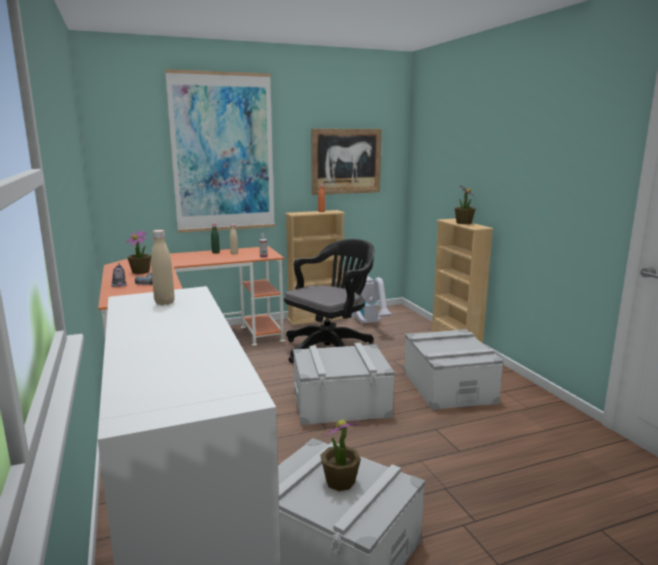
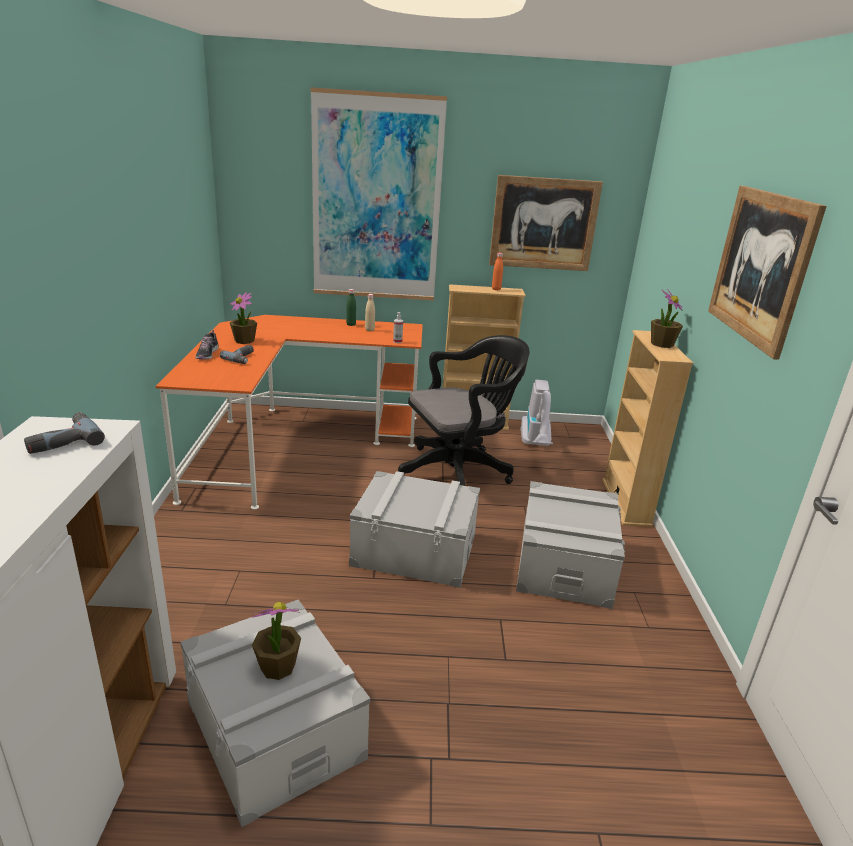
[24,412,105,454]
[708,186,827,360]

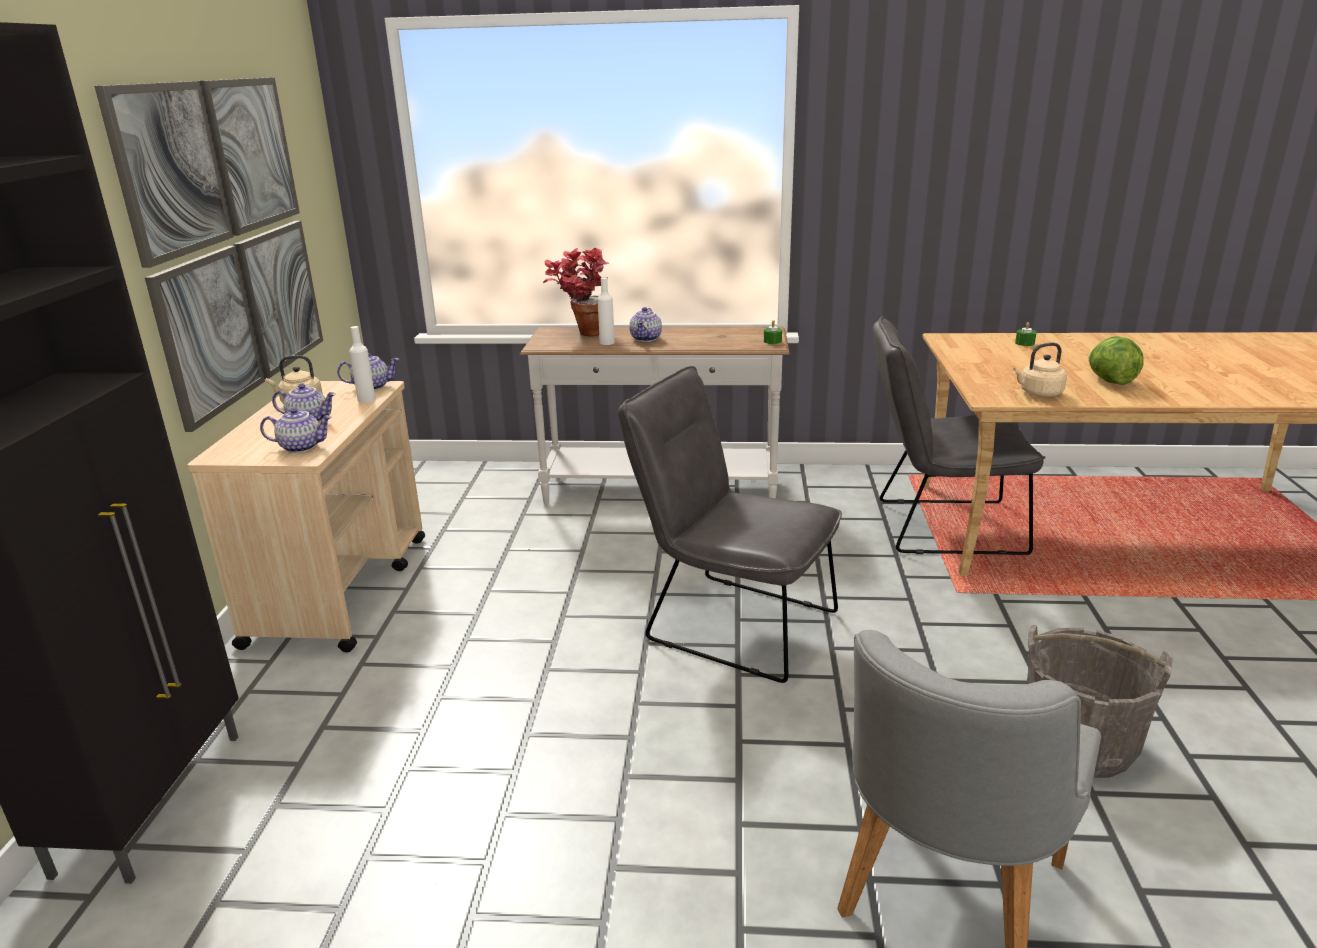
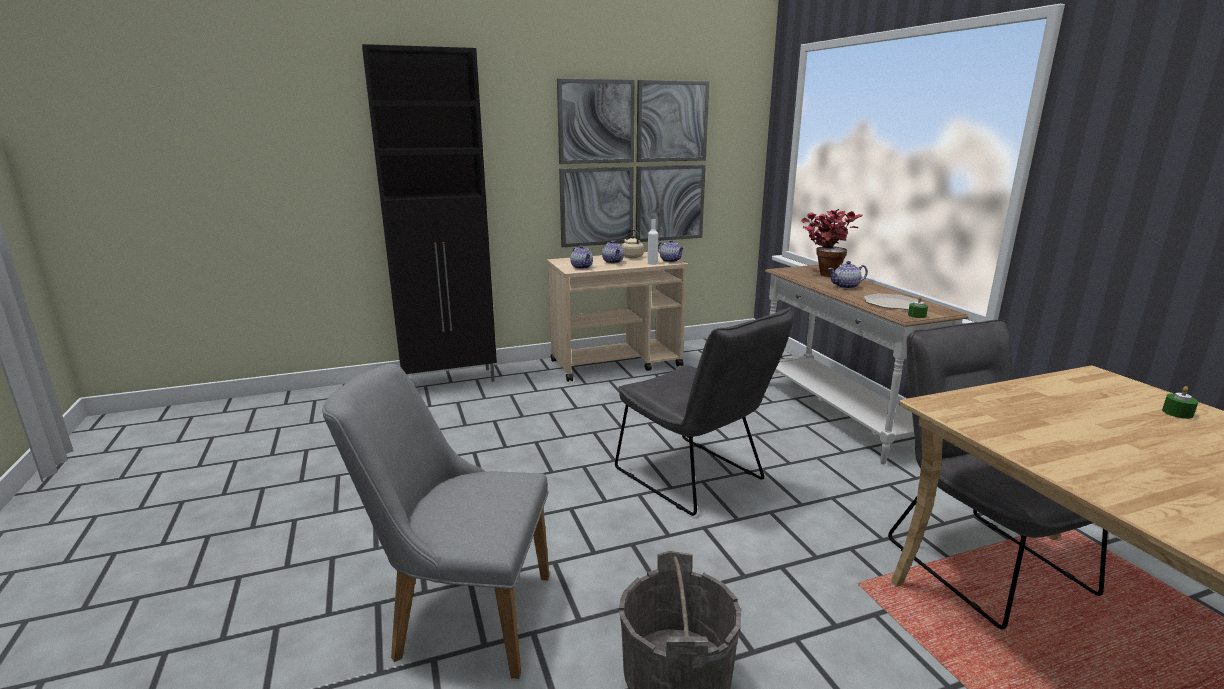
[615,307,794,516]
[864,294,918,310]
[597,277,615,345] (first image)
[1013,343,1067,397] (first image)
[1088,336,1144,385] (first image)

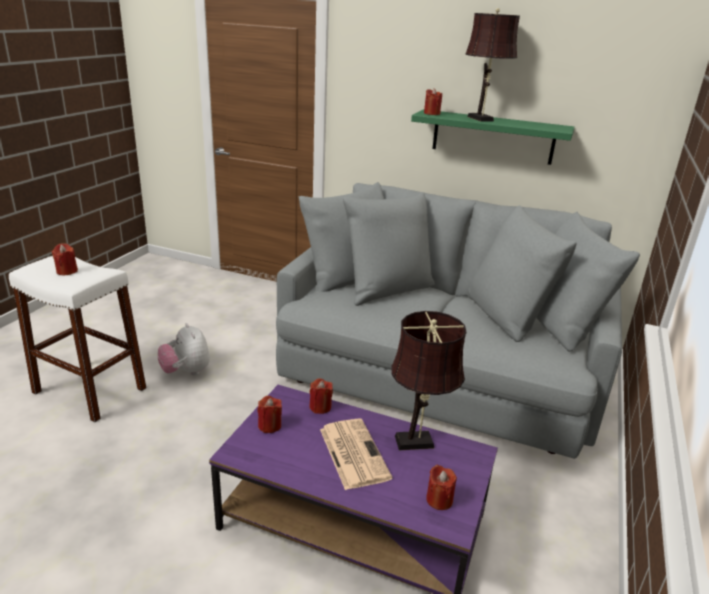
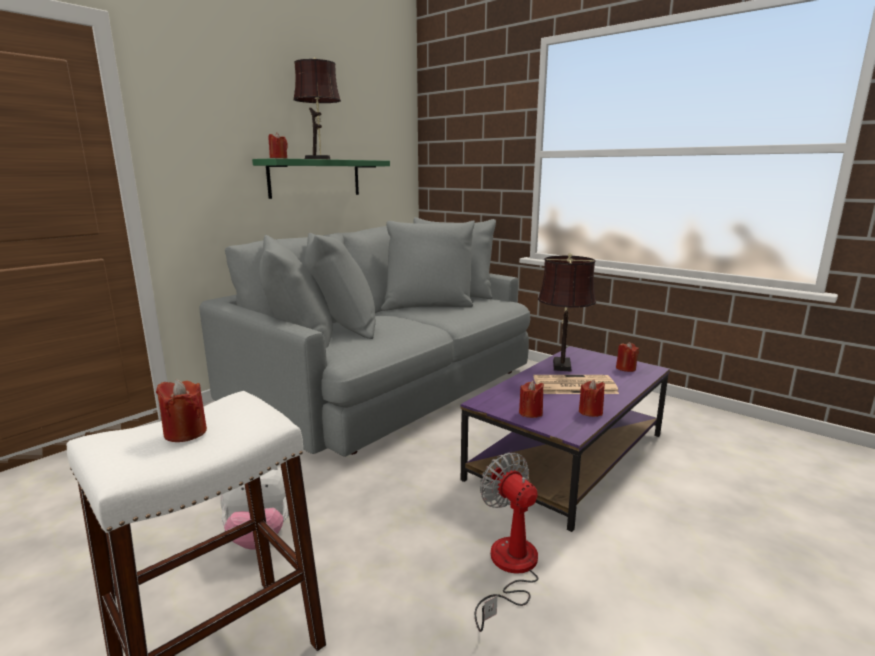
[475,453,538,632]
[579,380,605,417]

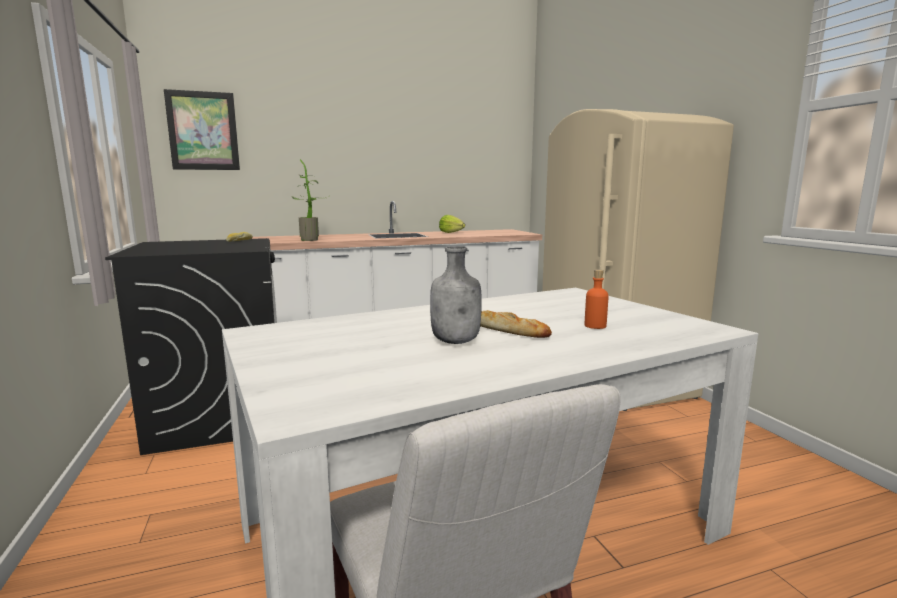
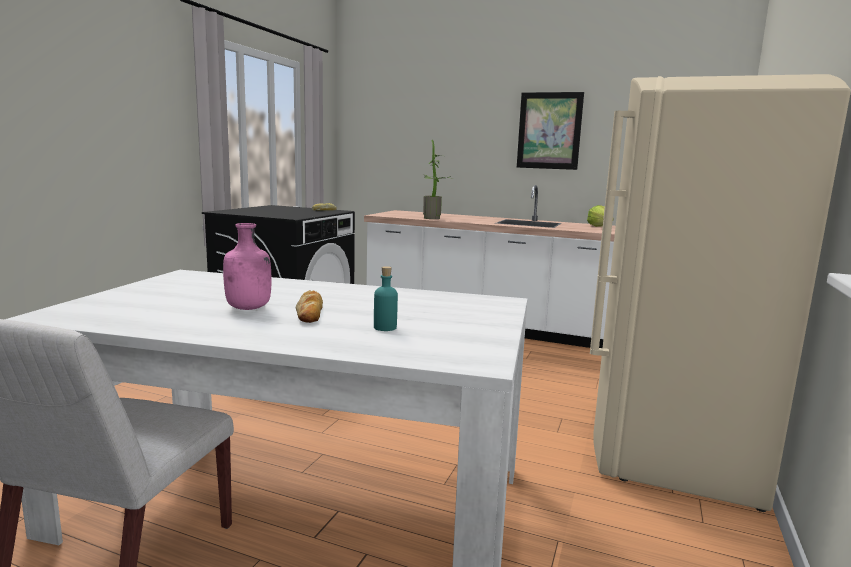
[223,223,271,310]
[374,266,398,331]
[517,92,584,170]

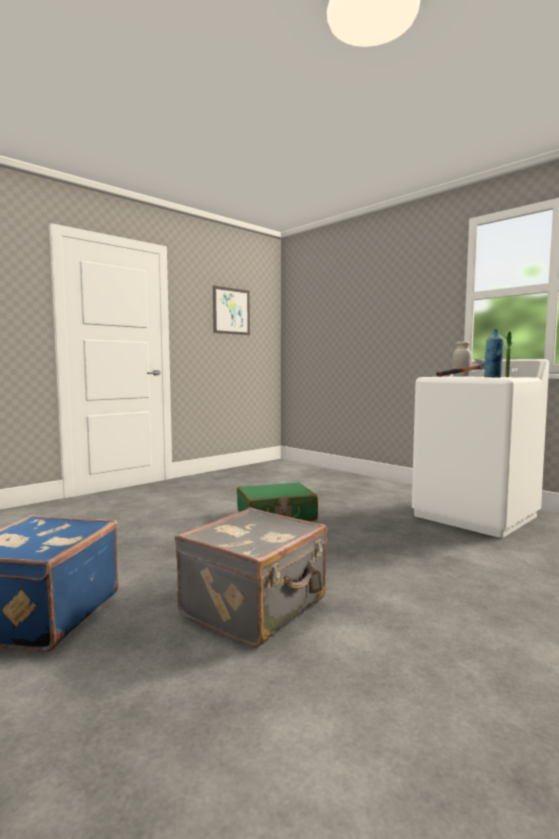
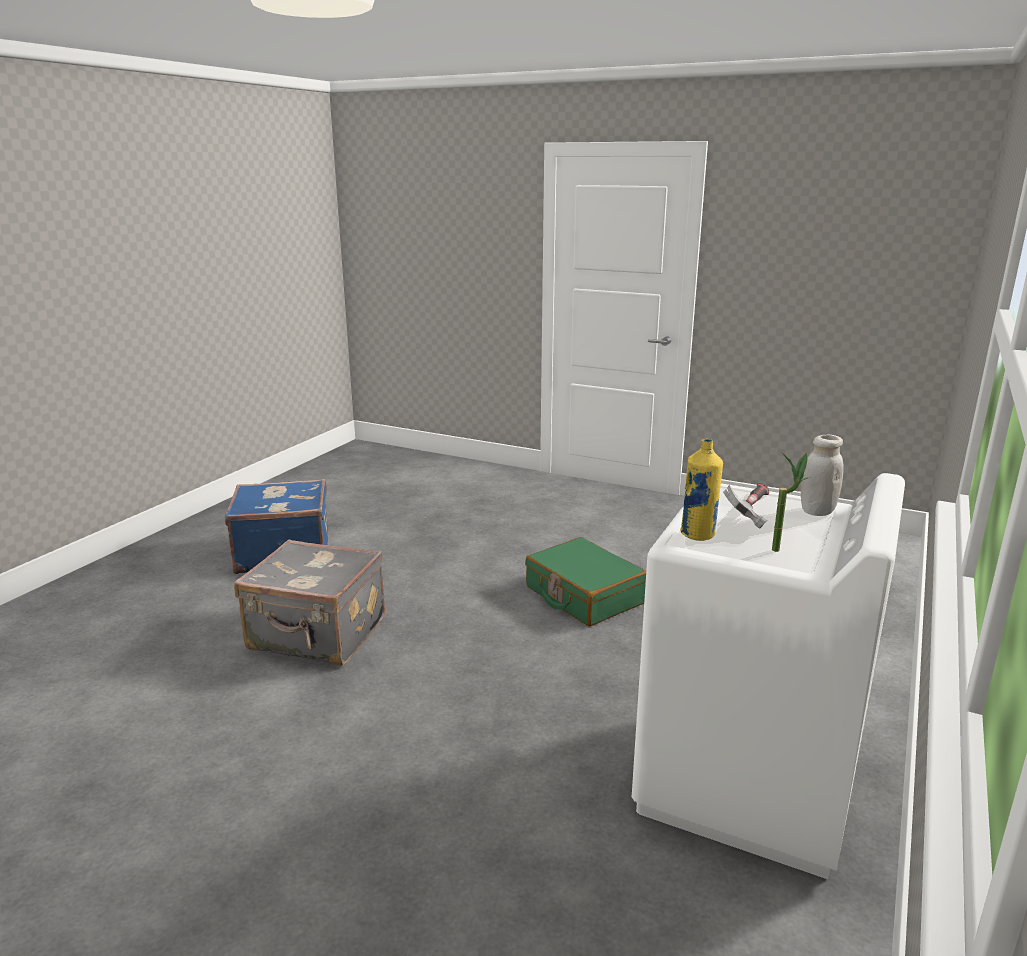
[680,439,723,541]
[213,285,250,335] (first image)

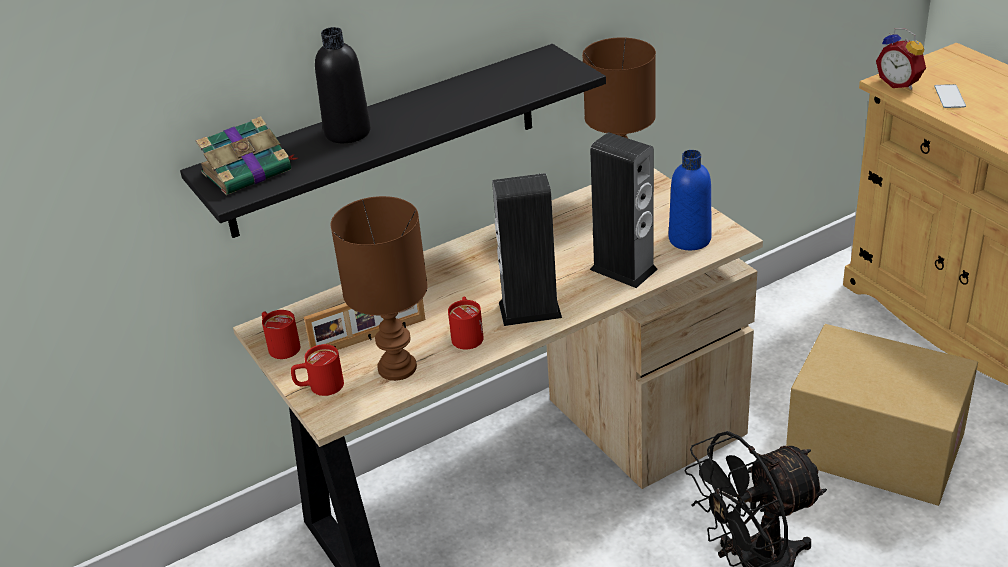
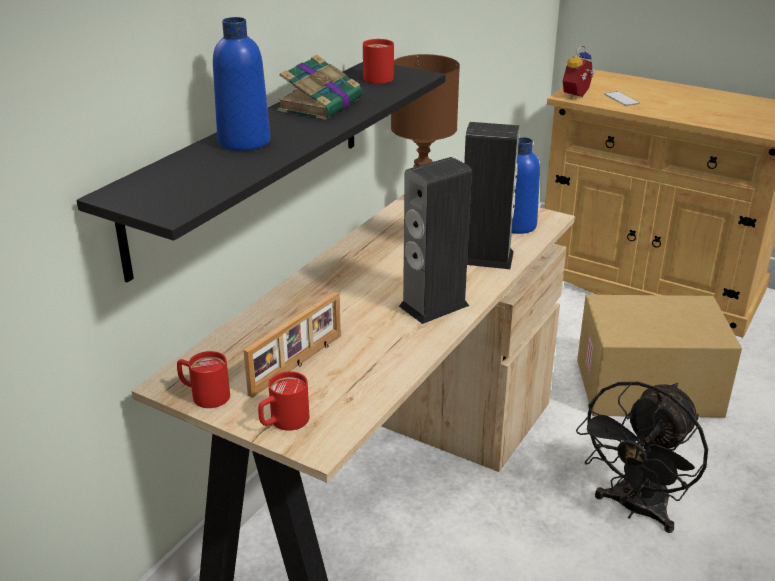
[213,17,270,151]
[277,55,362,120]
[363,39,394,84]
[563,46,596,99]
[330,196,428,381] (first image)

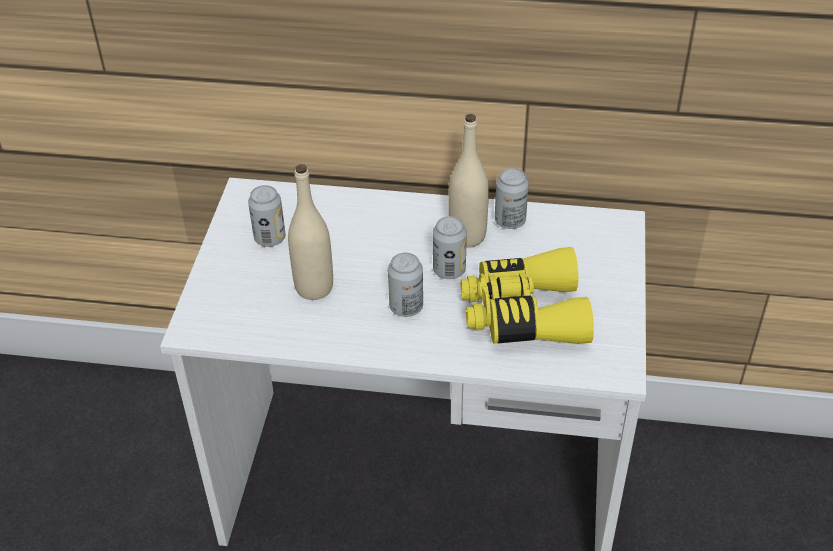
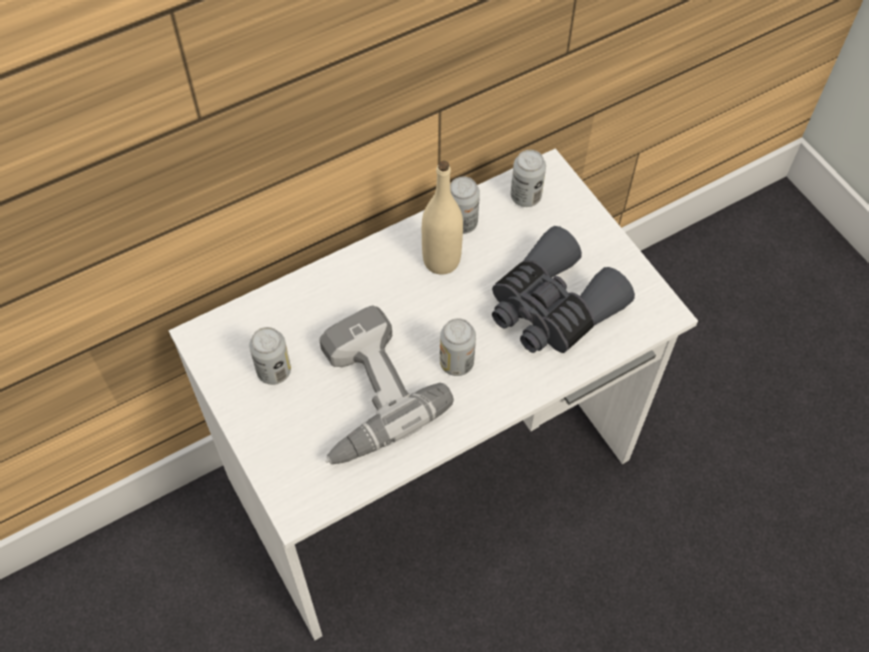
[320,305,454,464]
[492,226,635,353]
[511,150,546,207]

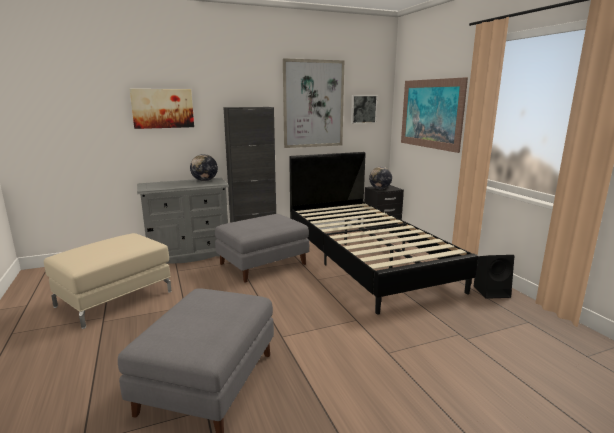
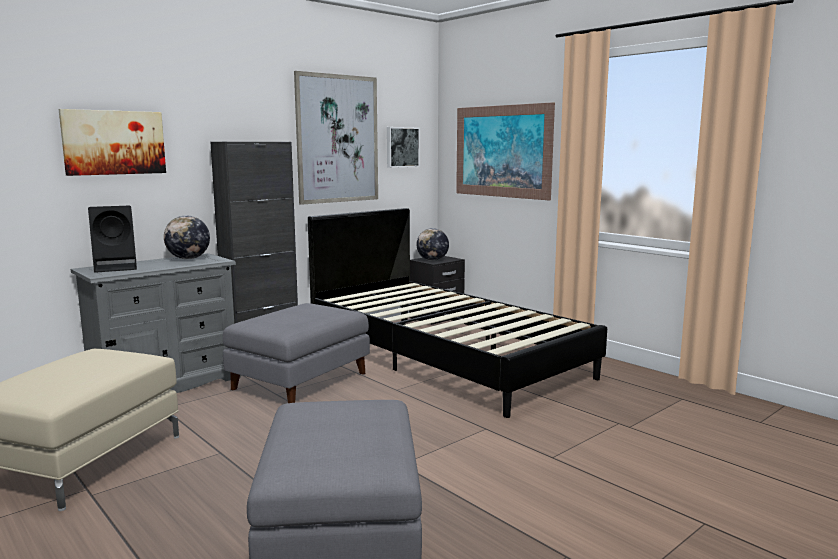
[88,206,137,273]

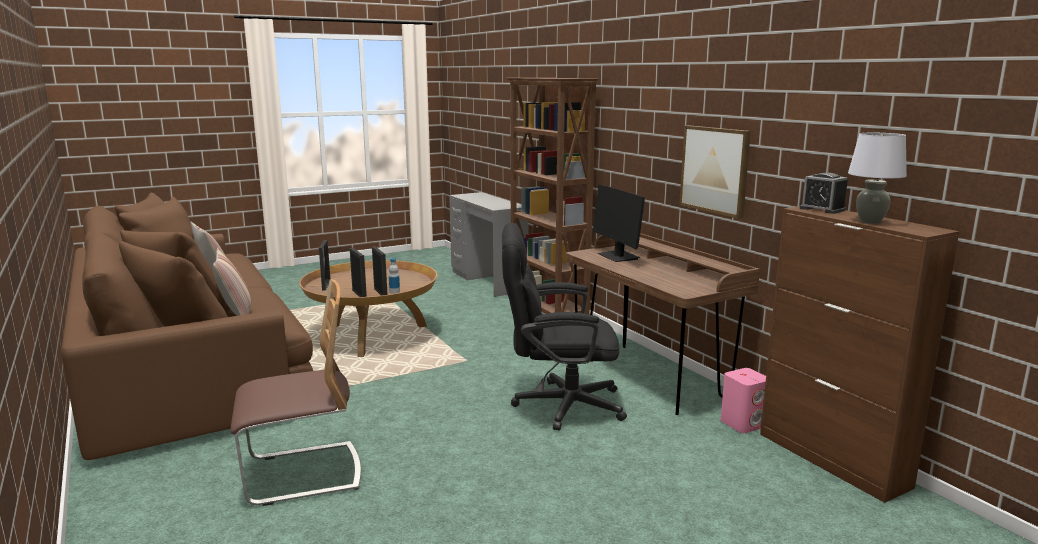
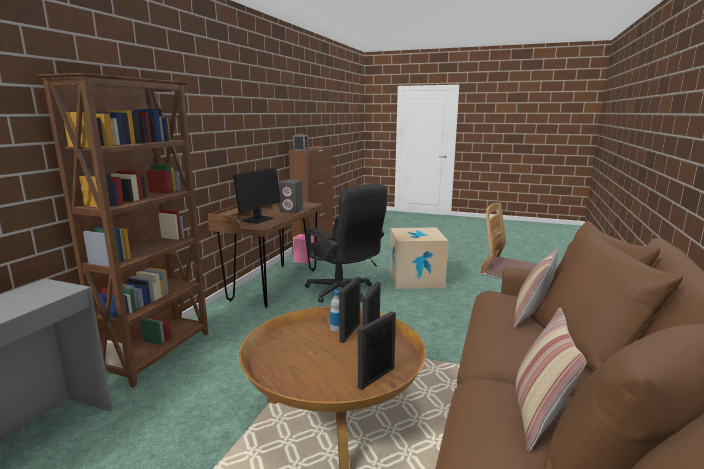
[278,180,303,213]
[390,227,448,289]
[679,125,751,219] (first image)
[848,133,907,224] (first image)

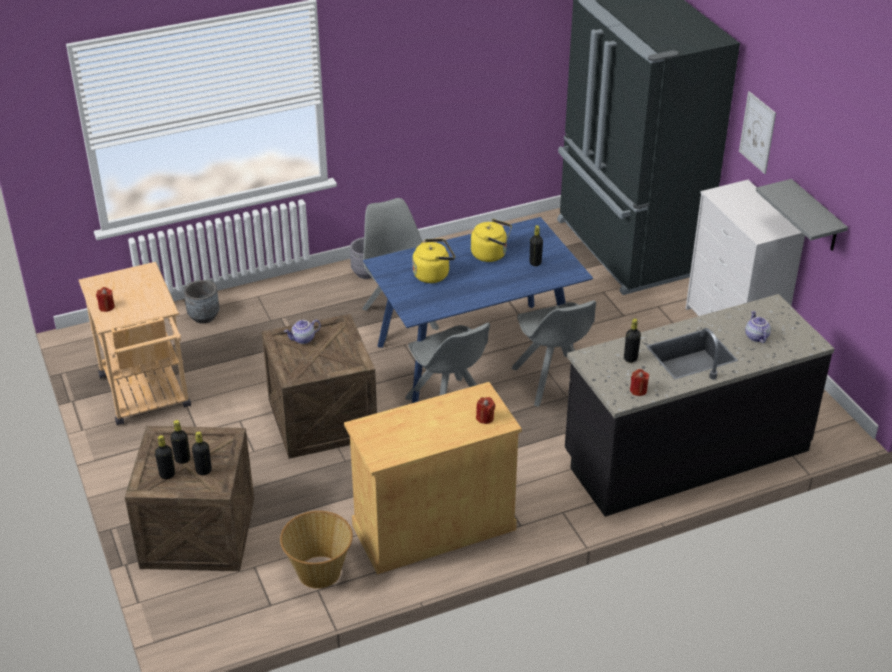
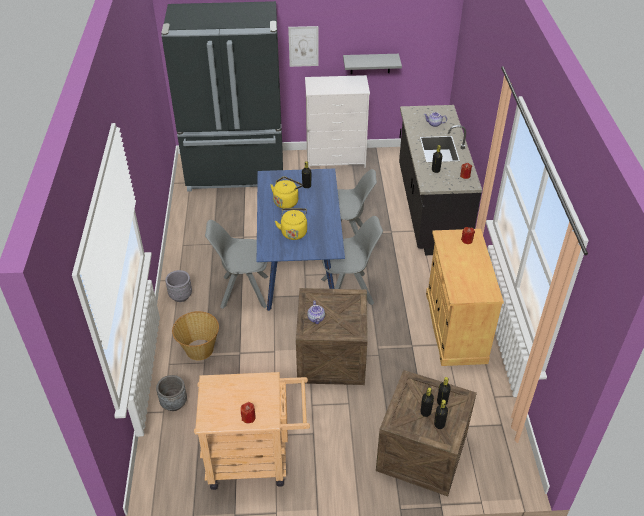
[172,311,219,360]

